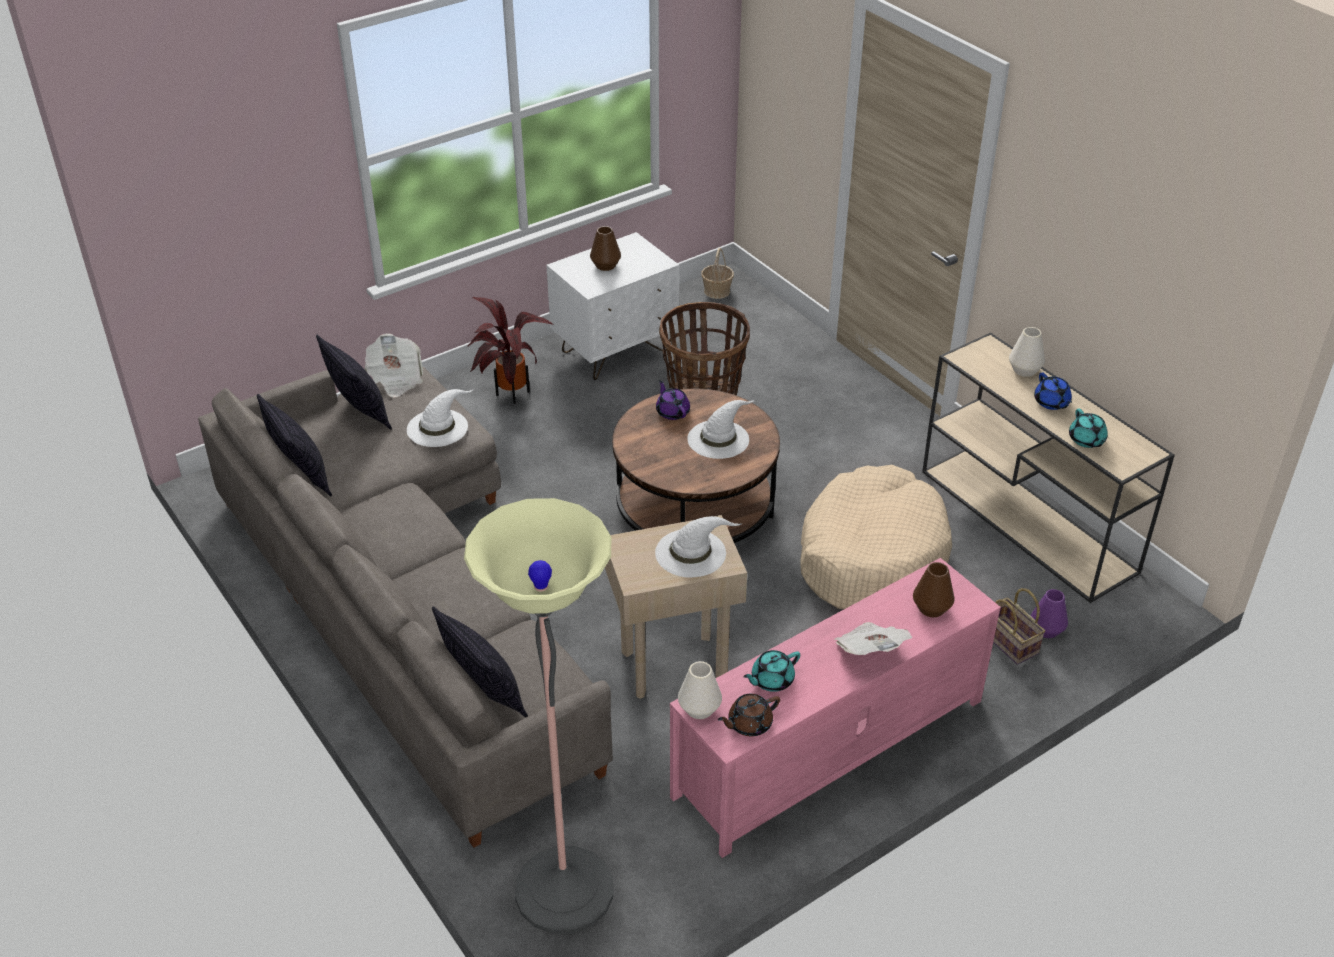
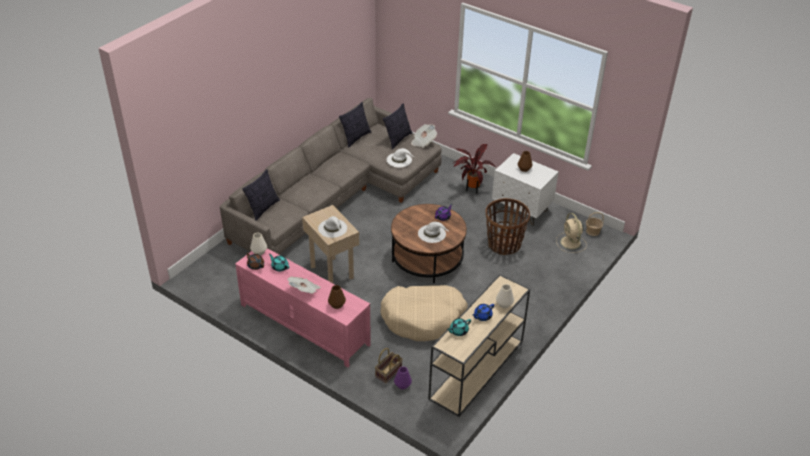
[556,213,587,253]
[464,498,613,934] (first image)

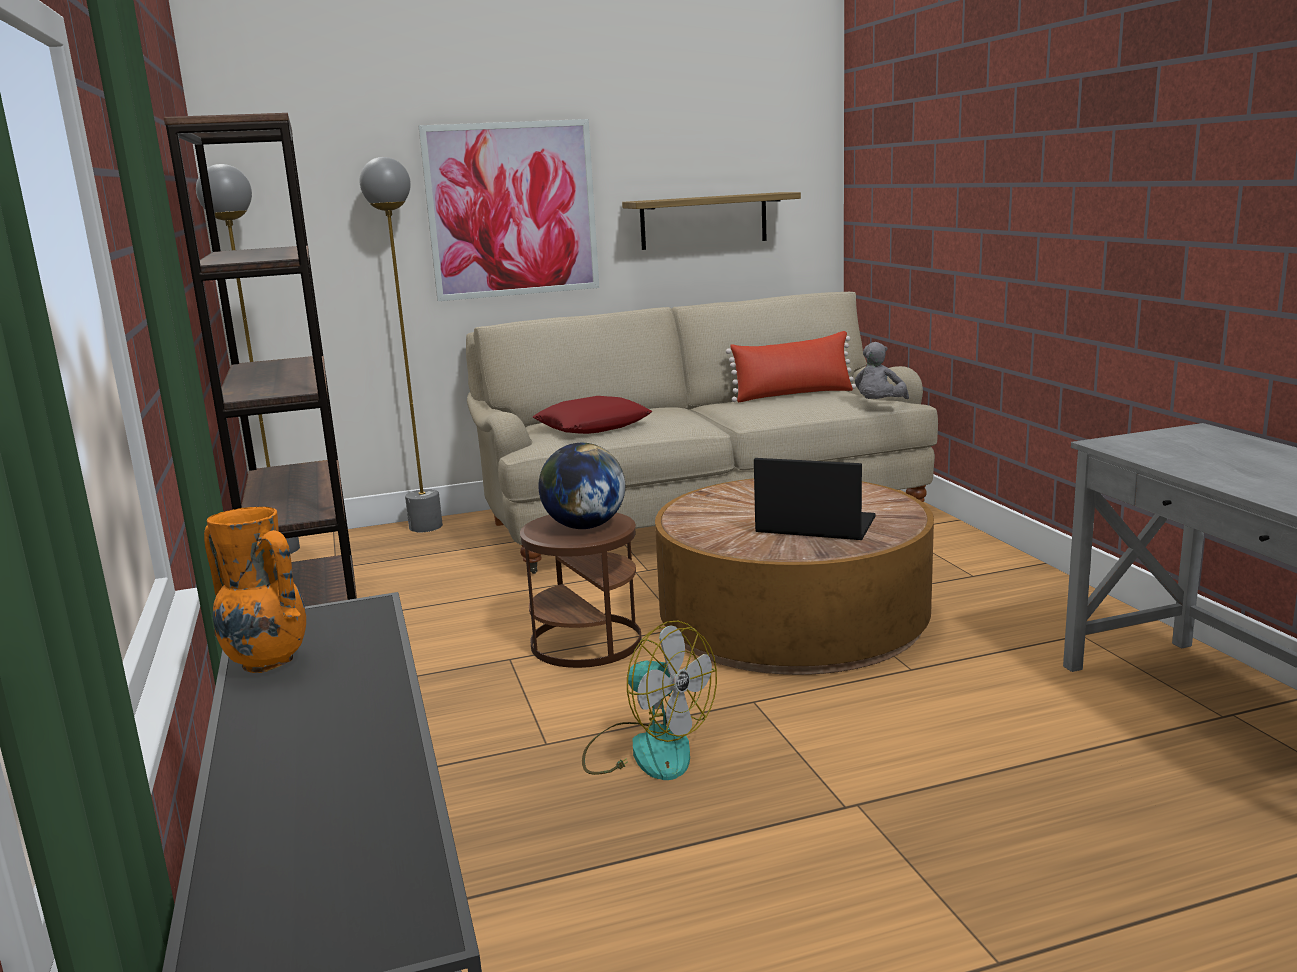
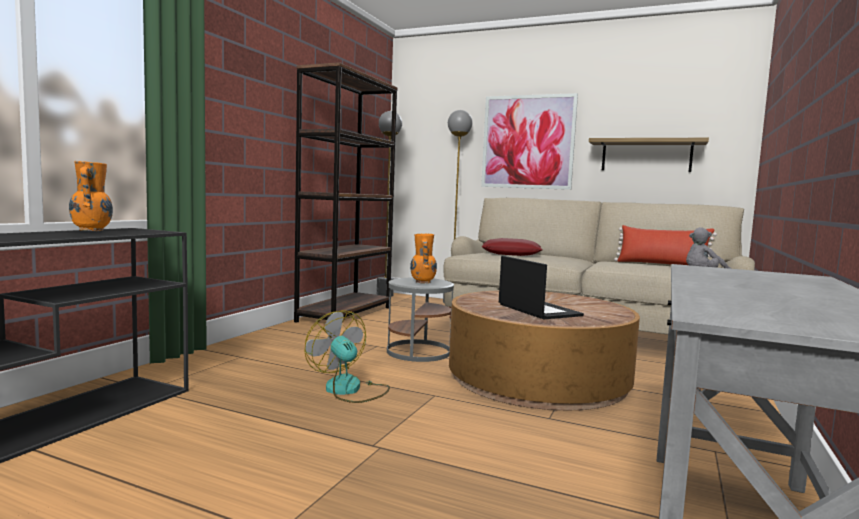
[305,310,390,403]
[387,278,454,362]
[410,234,437,283]

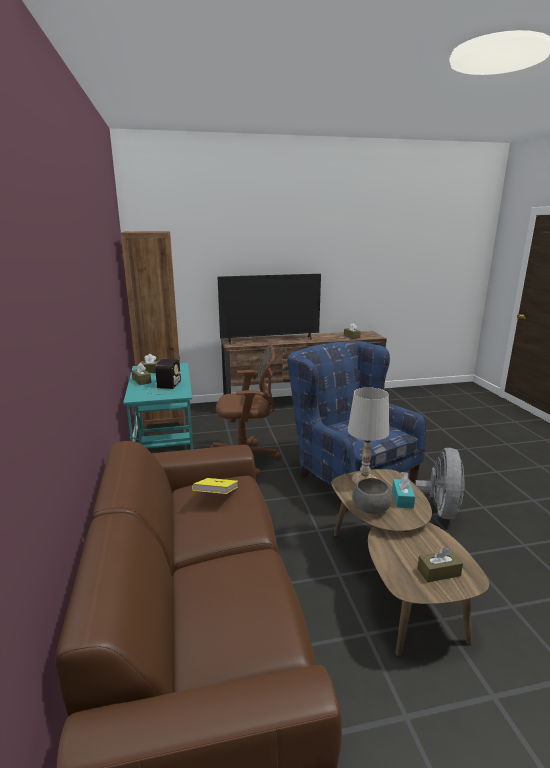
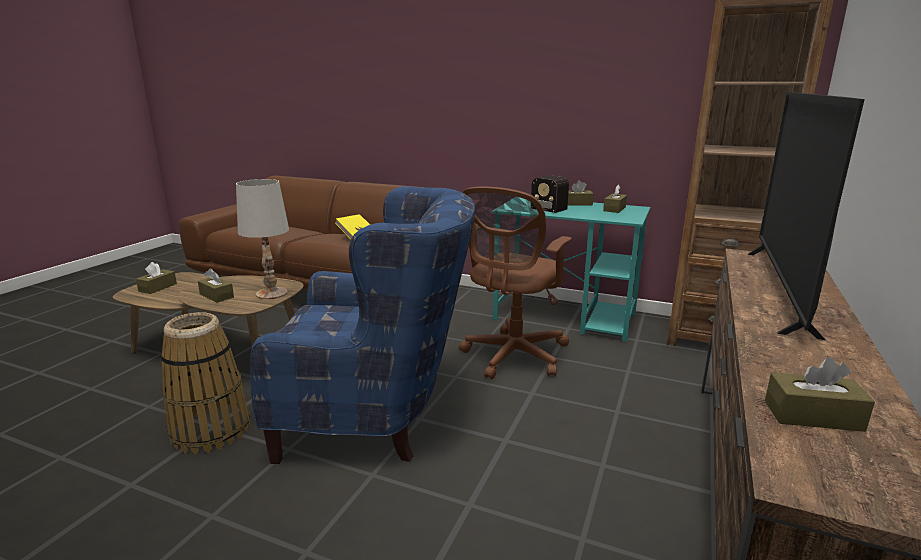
[161,312,250,454]
[198,268,234,303]
[352,478,392,514] (first image)

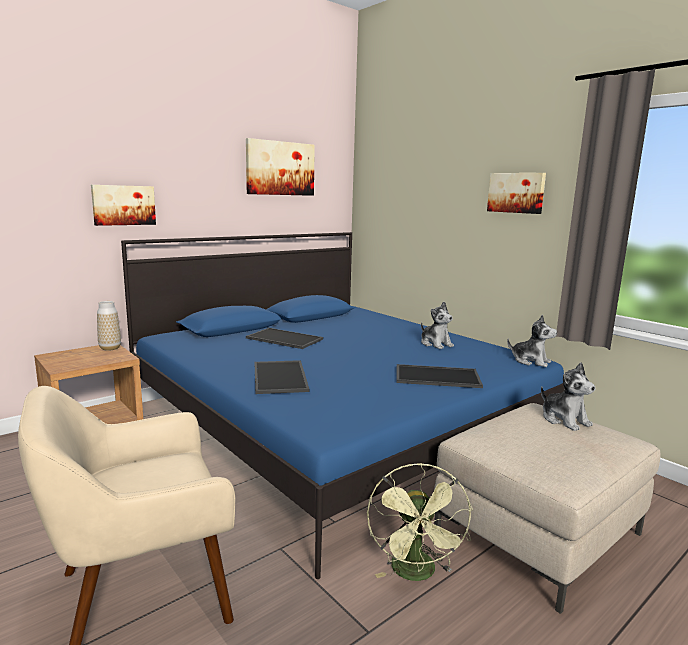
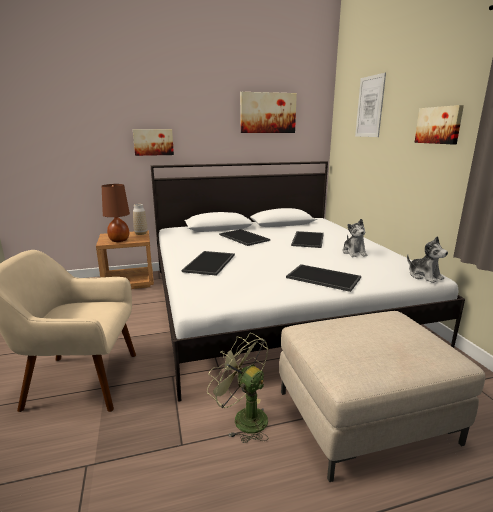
[102,184,130,242]
[151,161,465,402]
[207,333,268,443]
[291,231,324,248]
[355,73,386,137]
[541,362,596,431] (first image)

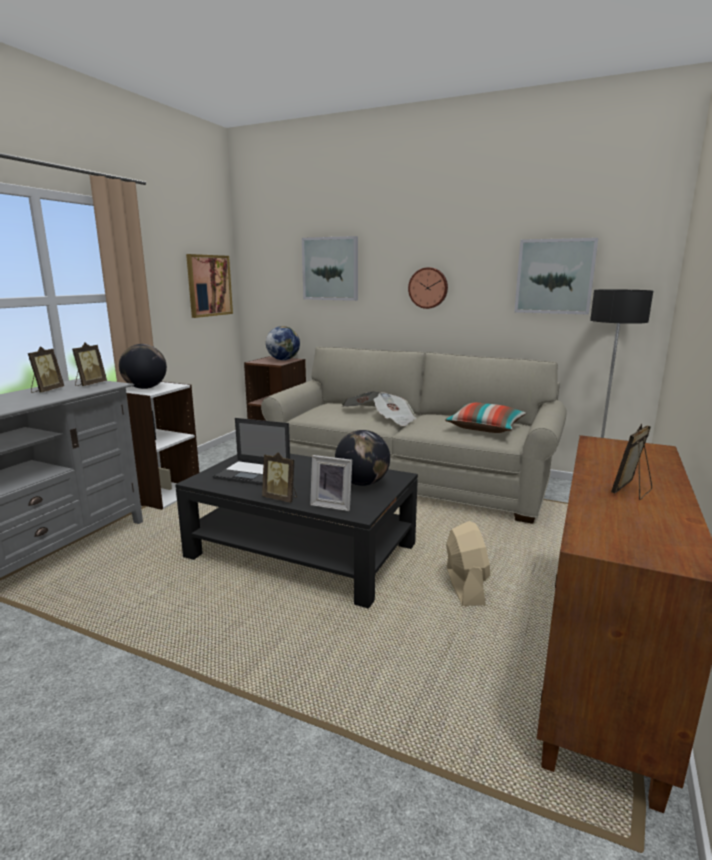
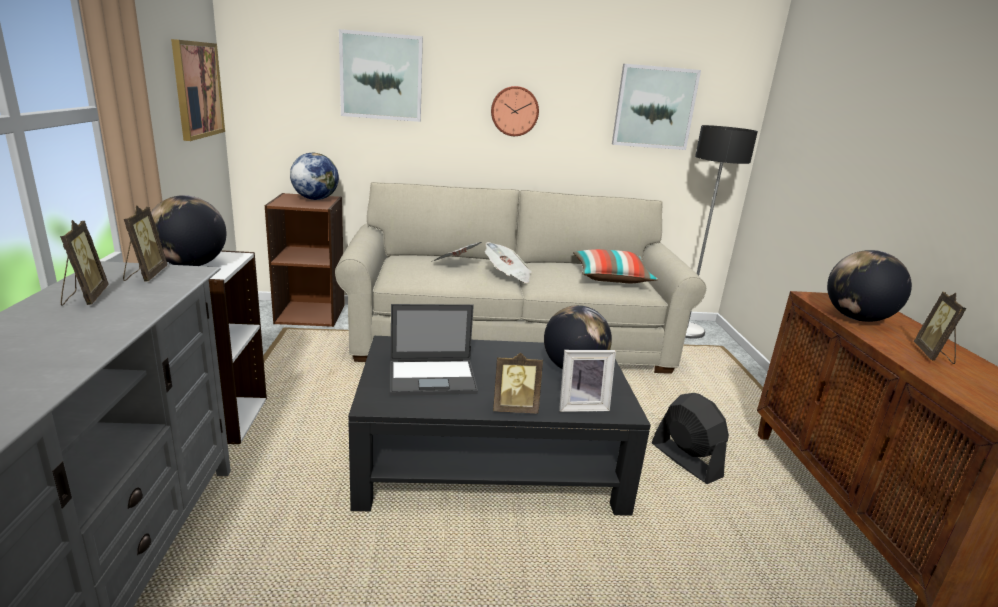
[652,393,729,484]
[827,250,912,322]

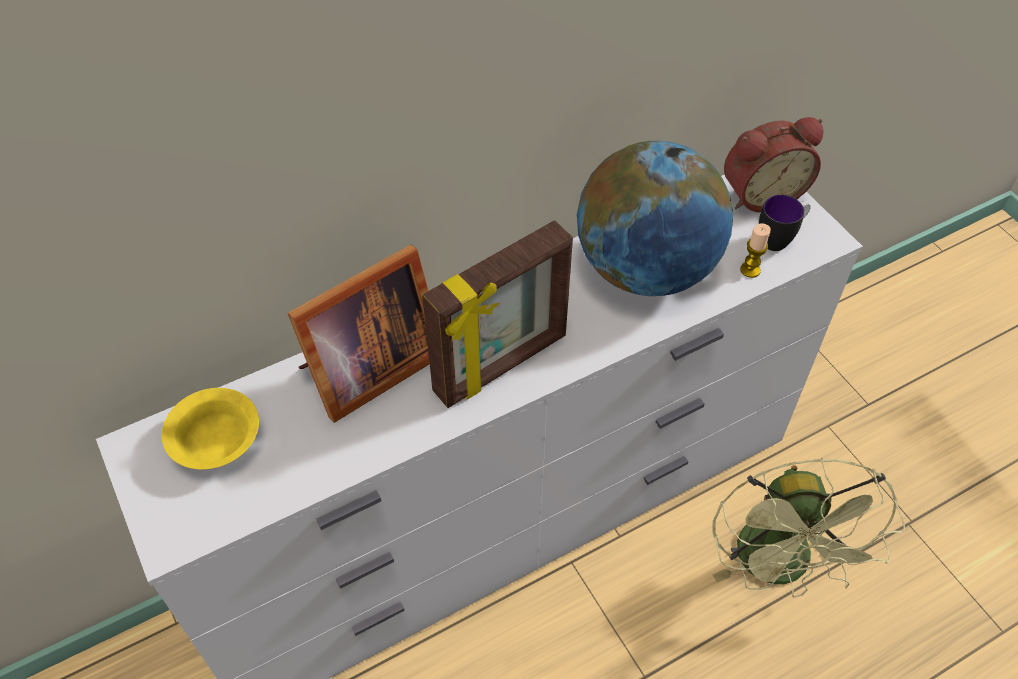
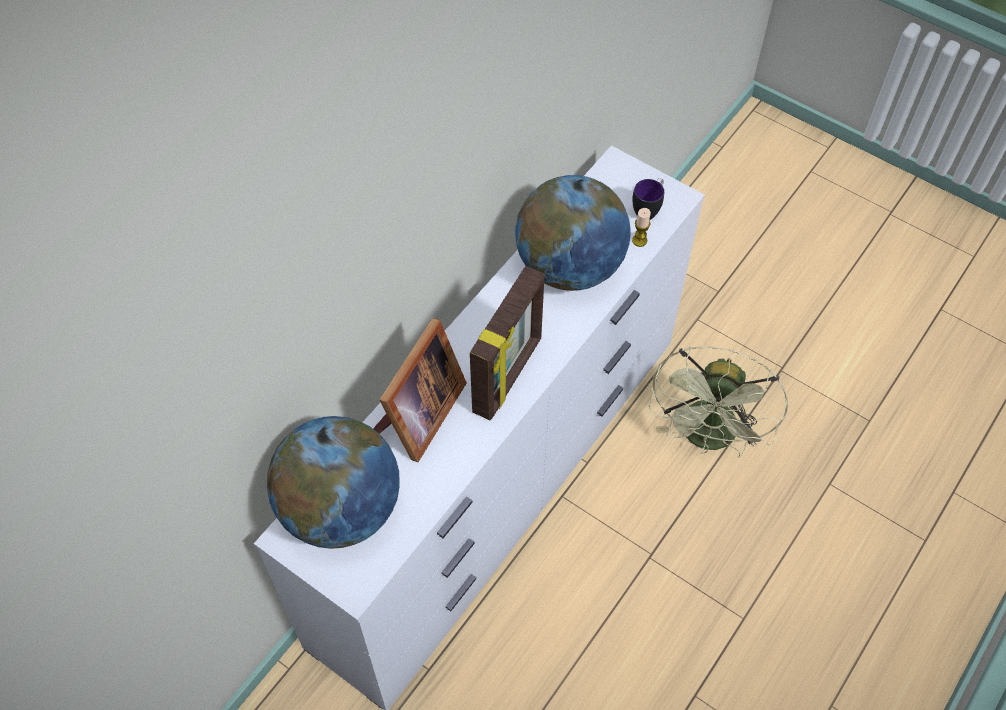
[267,416,400,549]
[649,346,789,458]
[724,117,824,212] (first image)

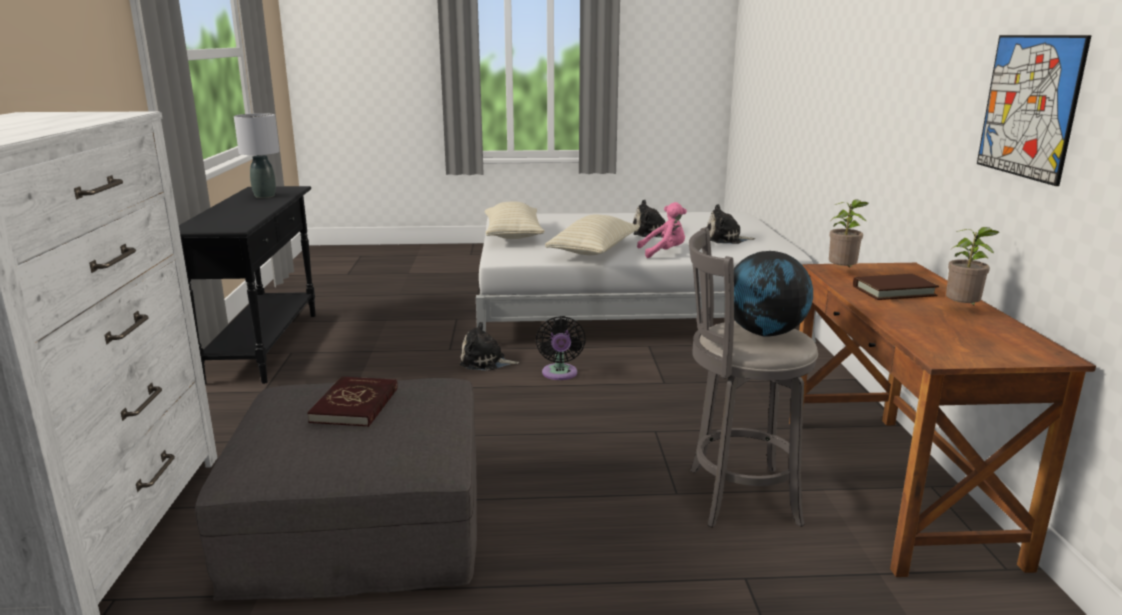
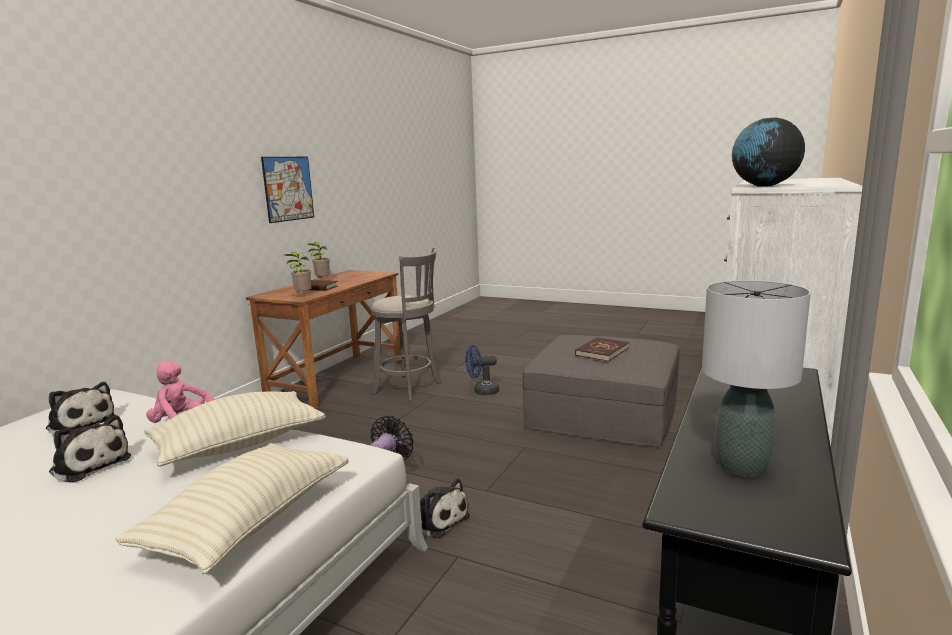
[465,345,499,395]
[732,118,805,187]

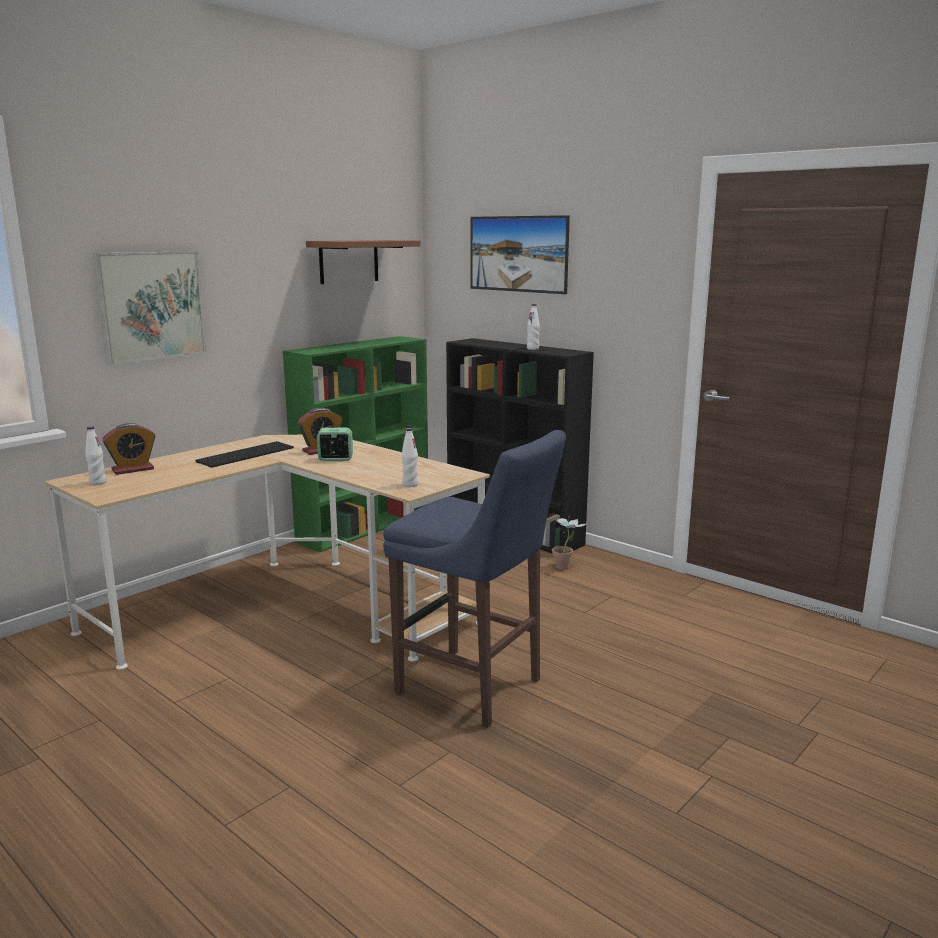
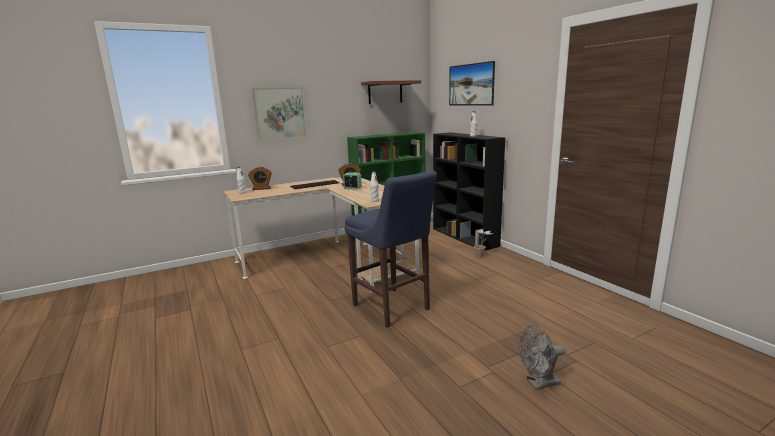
[519,325,565,390]

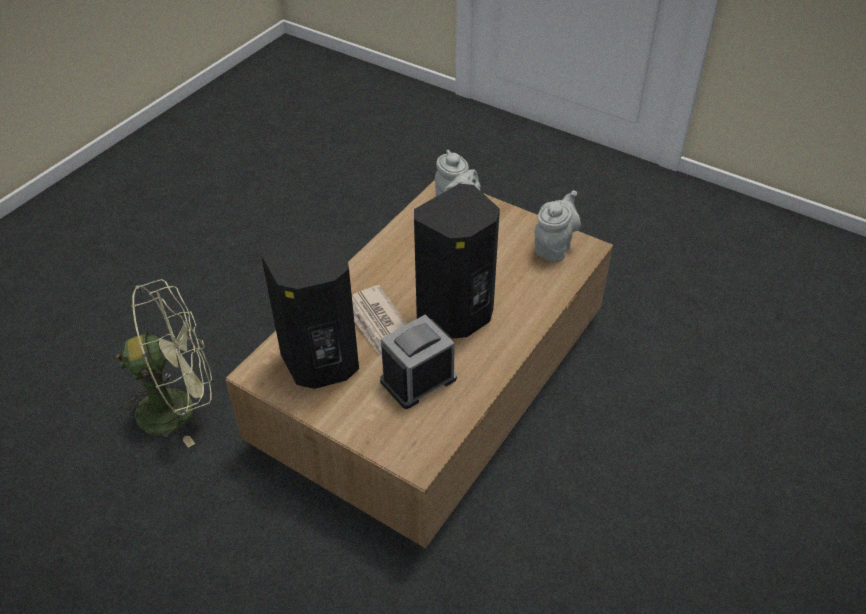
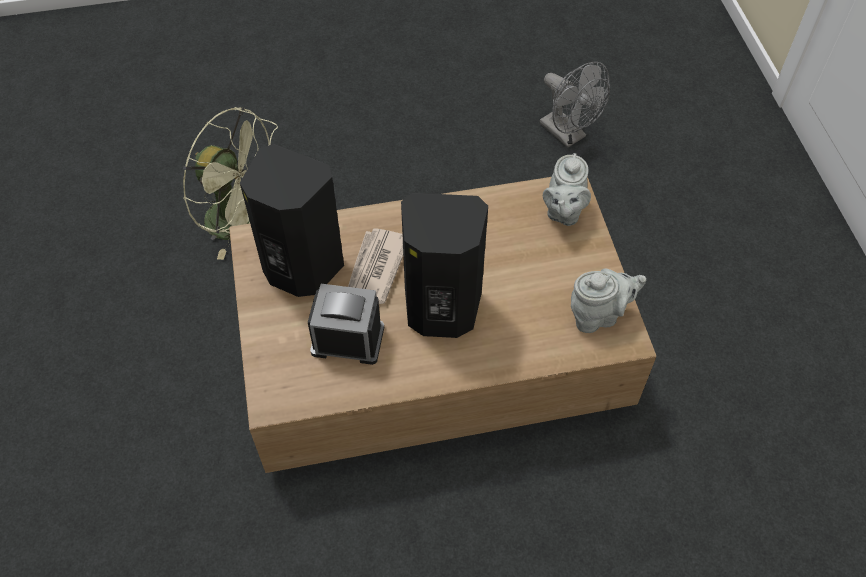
[540,62,610,148]

